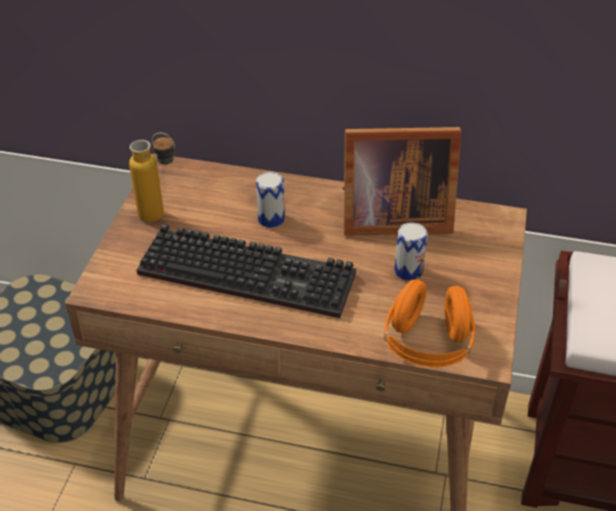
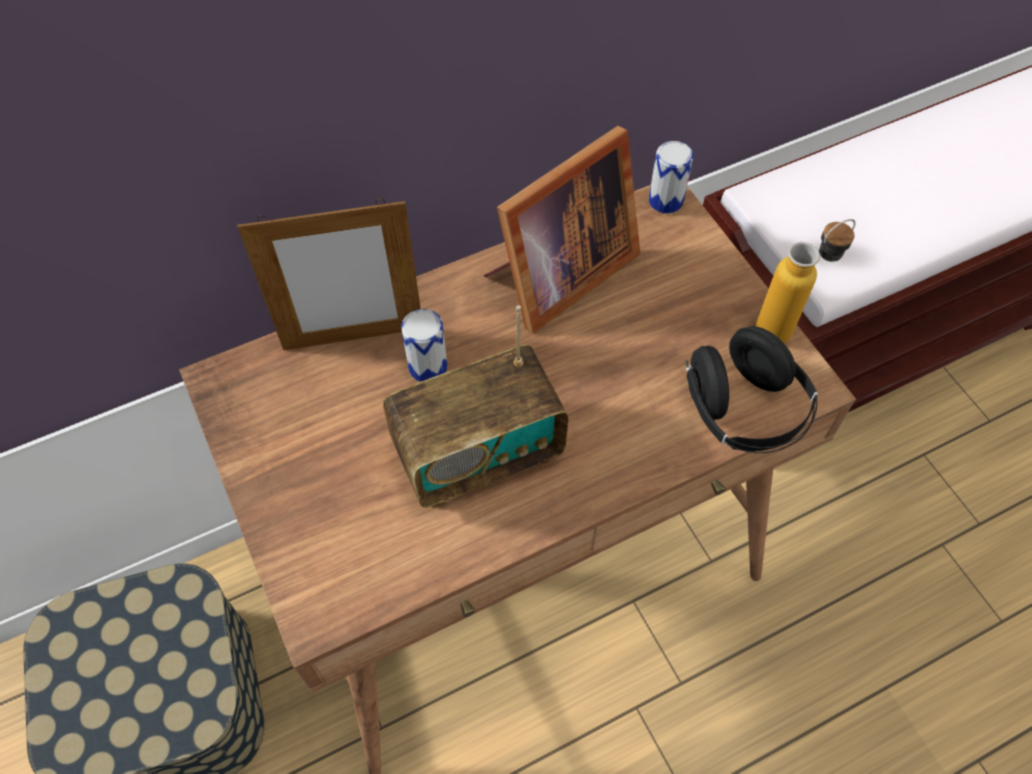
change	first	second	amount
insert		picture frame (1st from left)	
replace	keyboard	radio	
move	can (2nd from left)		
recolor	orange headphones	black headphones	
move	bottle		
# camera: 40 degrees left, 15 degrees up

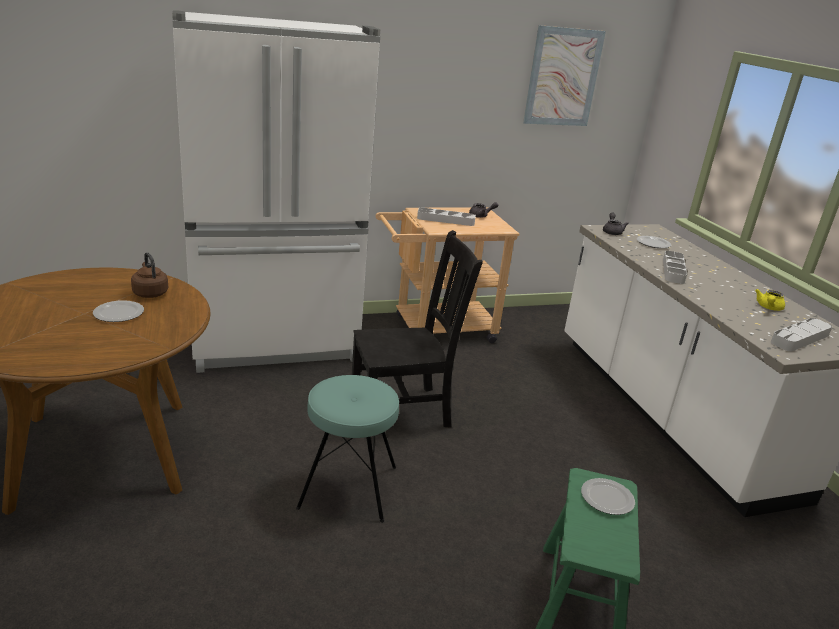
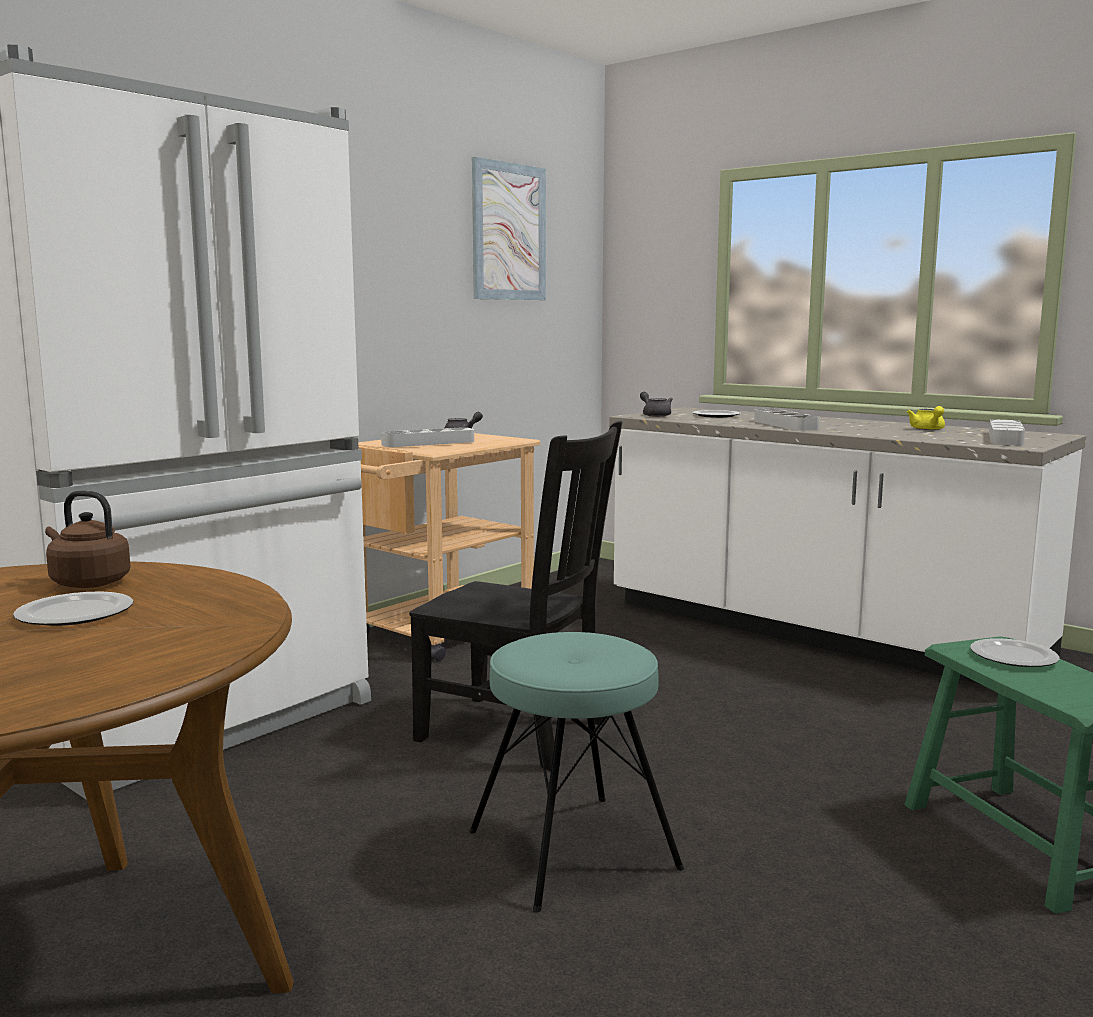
change	first	second	amount
rotate	black chair		75 degrees clockwise
# camera: 30 degrees left, 15 degrees down

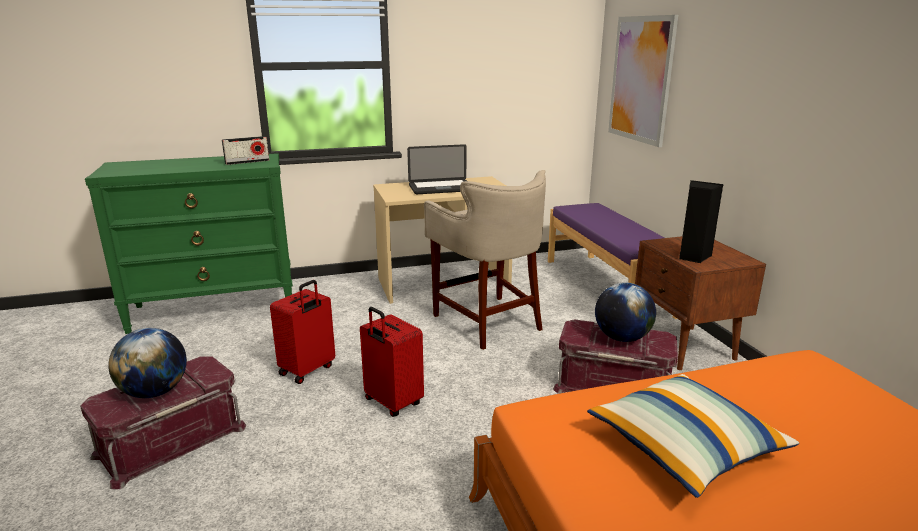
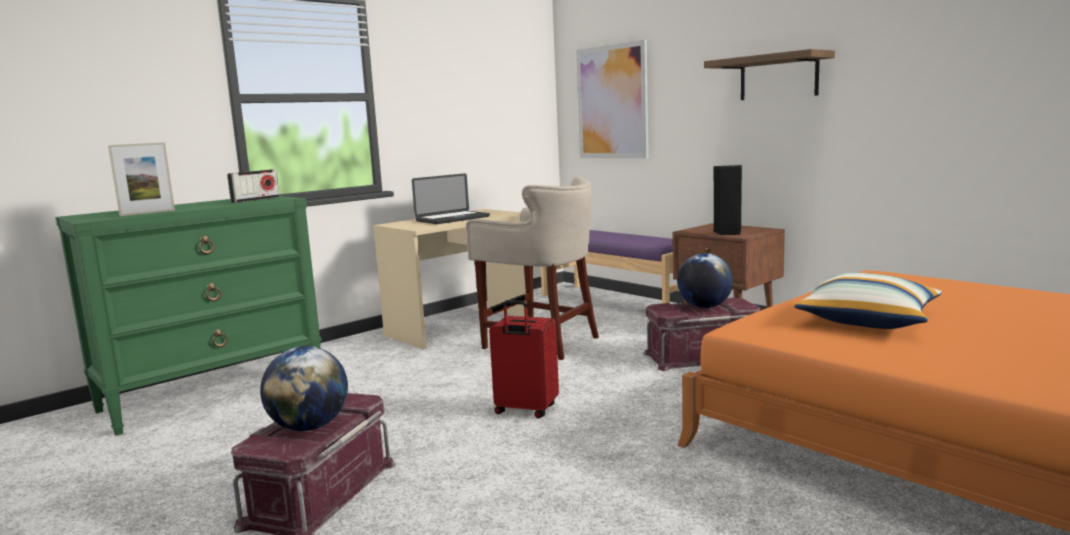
change	first	second	amount
insert		picture frame	
insert		shelf	
delete	red suitcase (1st from left)		
# camera: 25 degrees left, 10 degrees down

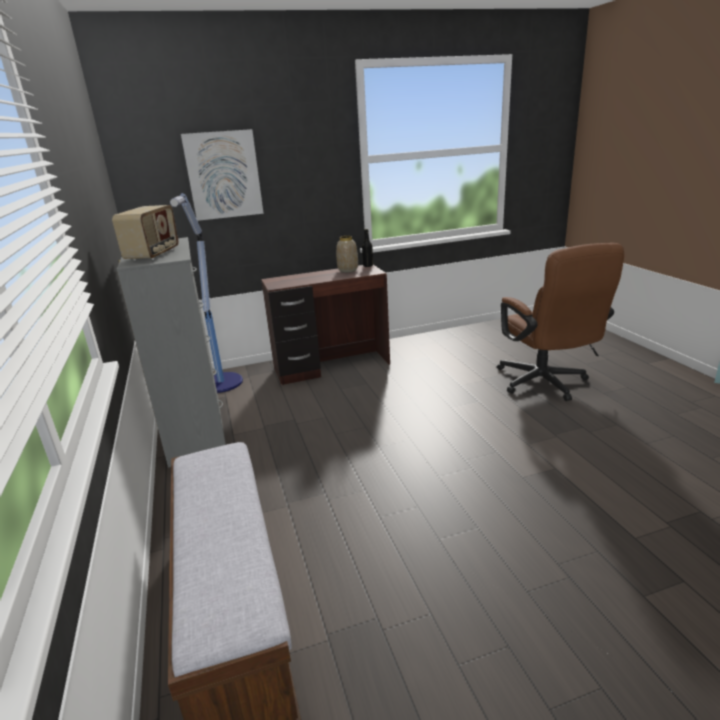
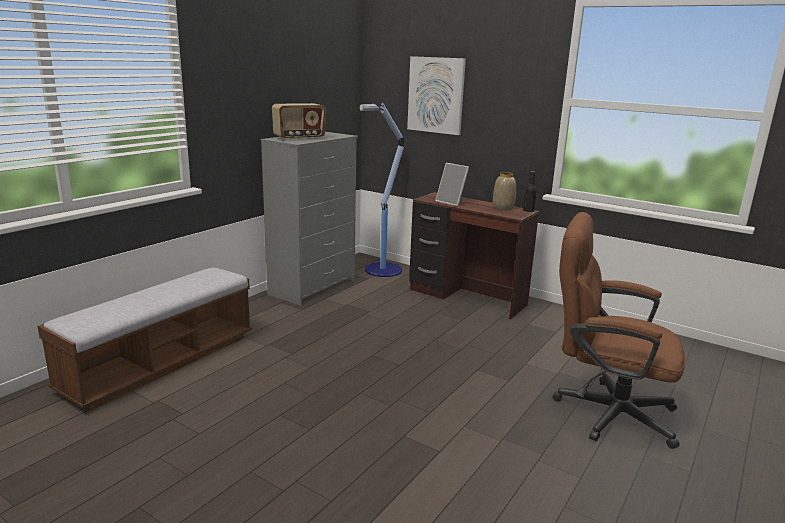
change	first	second	amount
insert		picture frame	
rotate	brown office chair		75 degrees clockwise
# camera: 50 degrees right, 5 degrees down

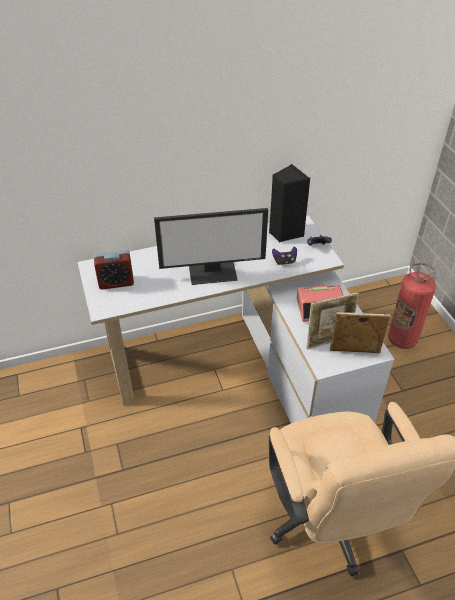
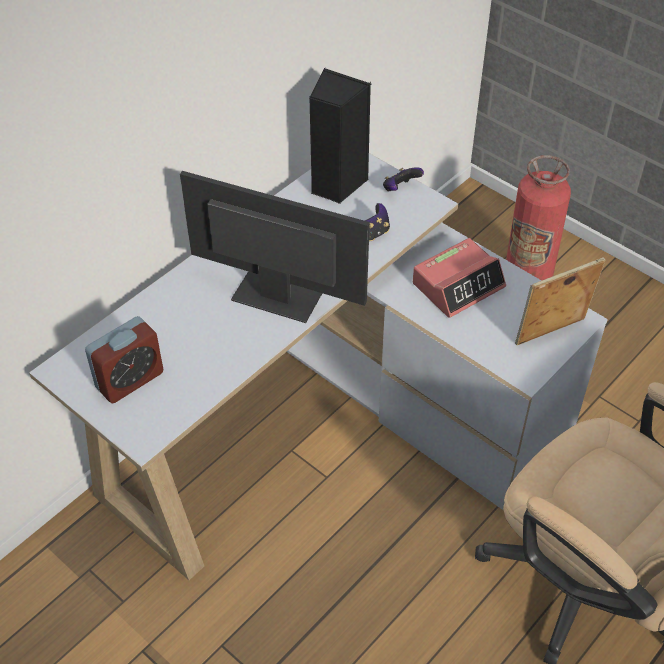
change	first	second	amount
rotate	monitor		120 degrees counterclockwise
delete	picture frame (1st from left)		
# camera: 30 degrees left, 5 degrees up

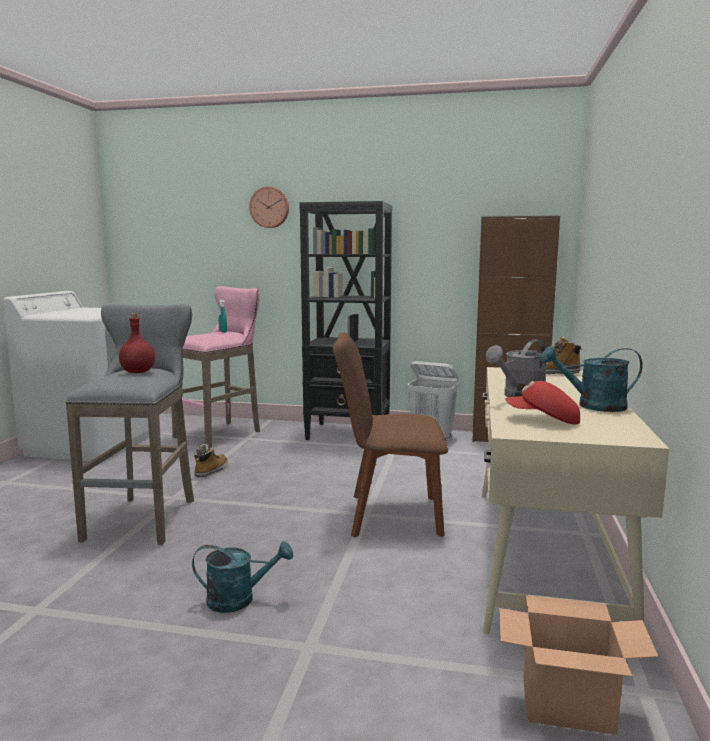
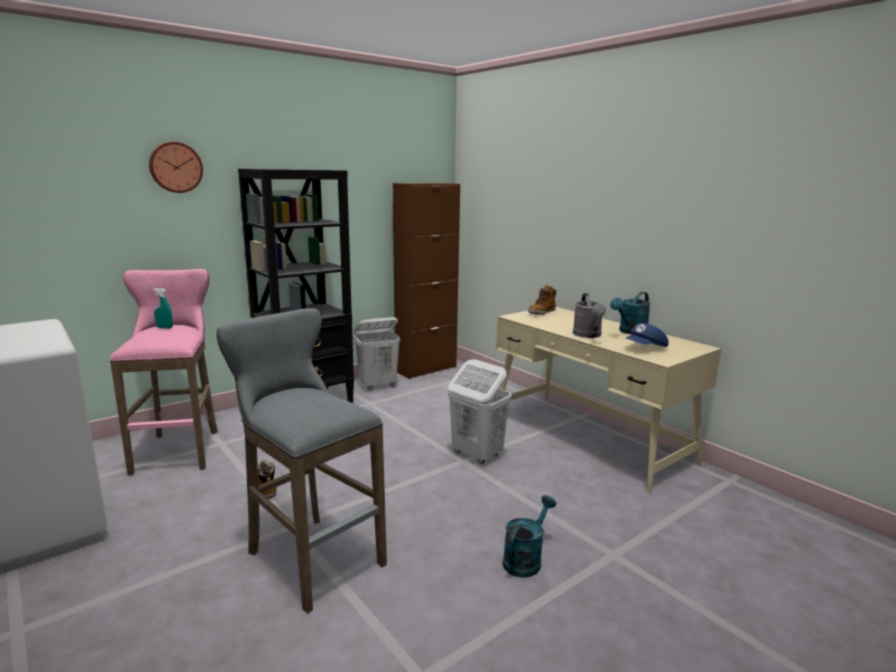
change	first	second	amount
replace	brown chair	white laundry basket (2nd from left)	
recolor	red cap	blue cap	
delete	red bottle		
delete	cardboard box		
# camera: 50 degrees left, 5 degrees up

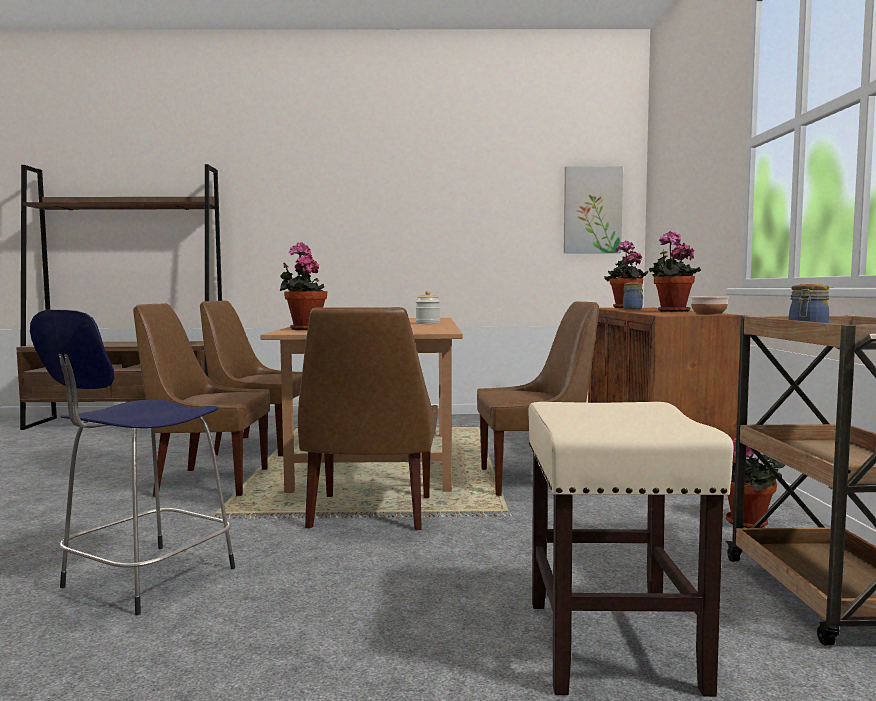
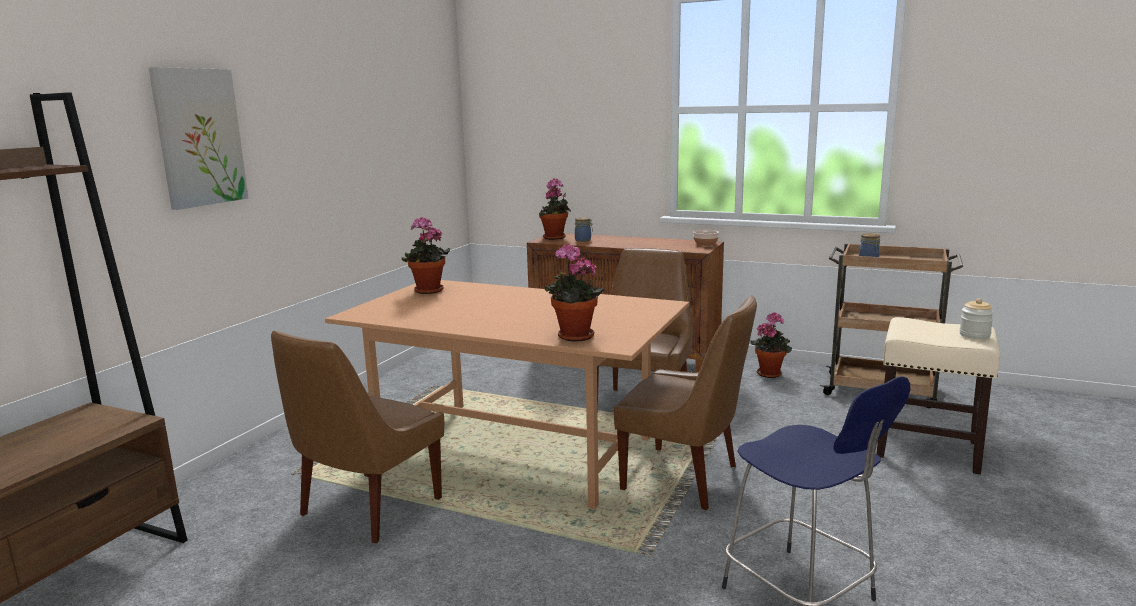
change	first	second	amount
move	picture		
move	potted plant (3rd from left in the first image)	potted plant (1st from left)	
move	jar (1st from left in the first image)	jar (3rd from left)	
delete	brown chair (1st from left)		
# camera: 65 degrees left, 10 degrees up

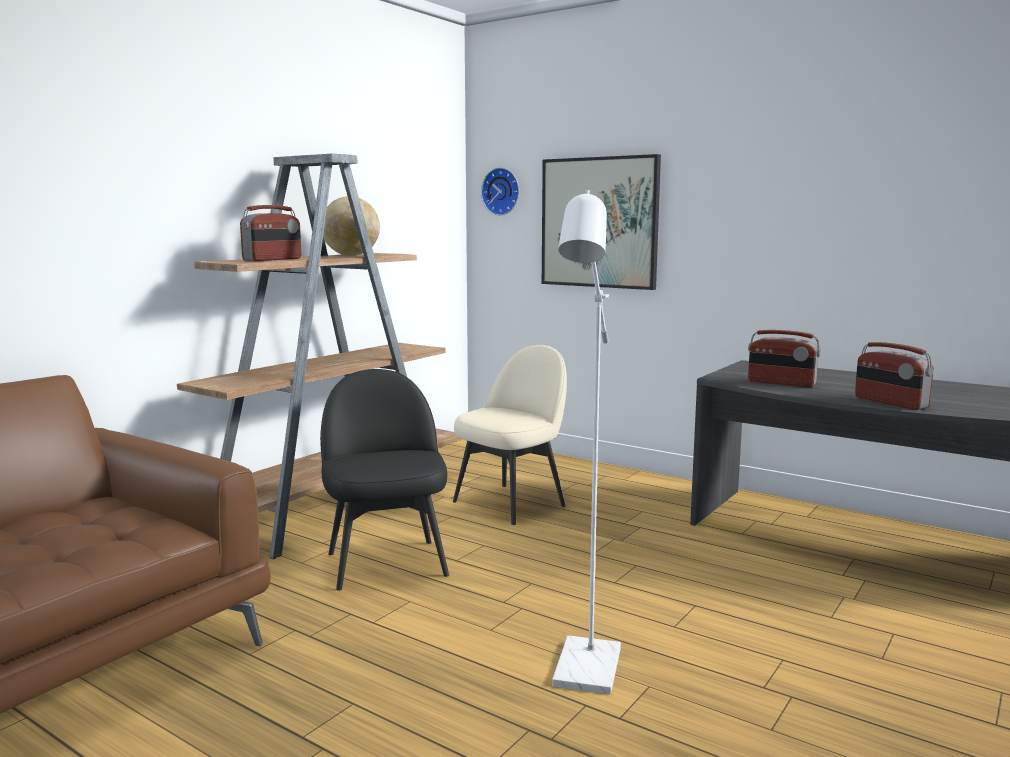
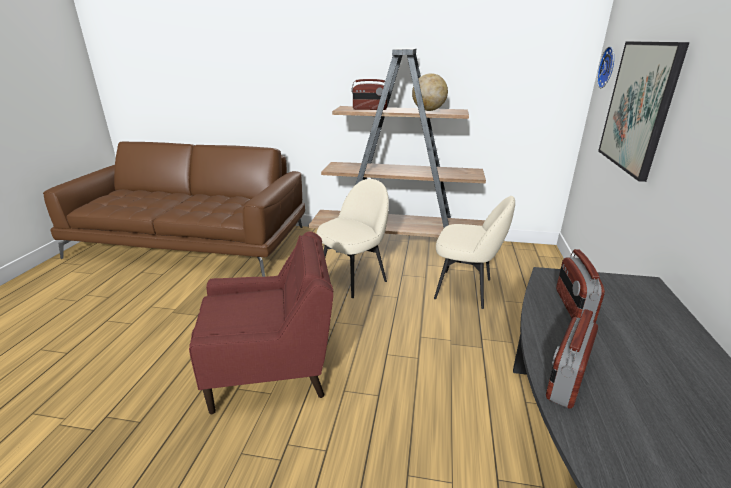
change	first	second	amount
replace	white floor lamp	red armchair	
recolor	black chair	beige chair (1st from left)	
# camera: 65 degrees right, 15 degrees up

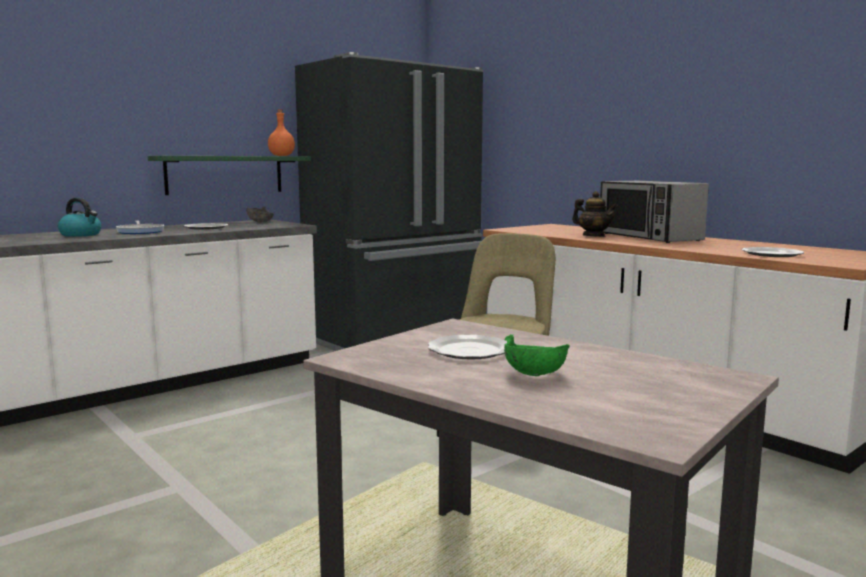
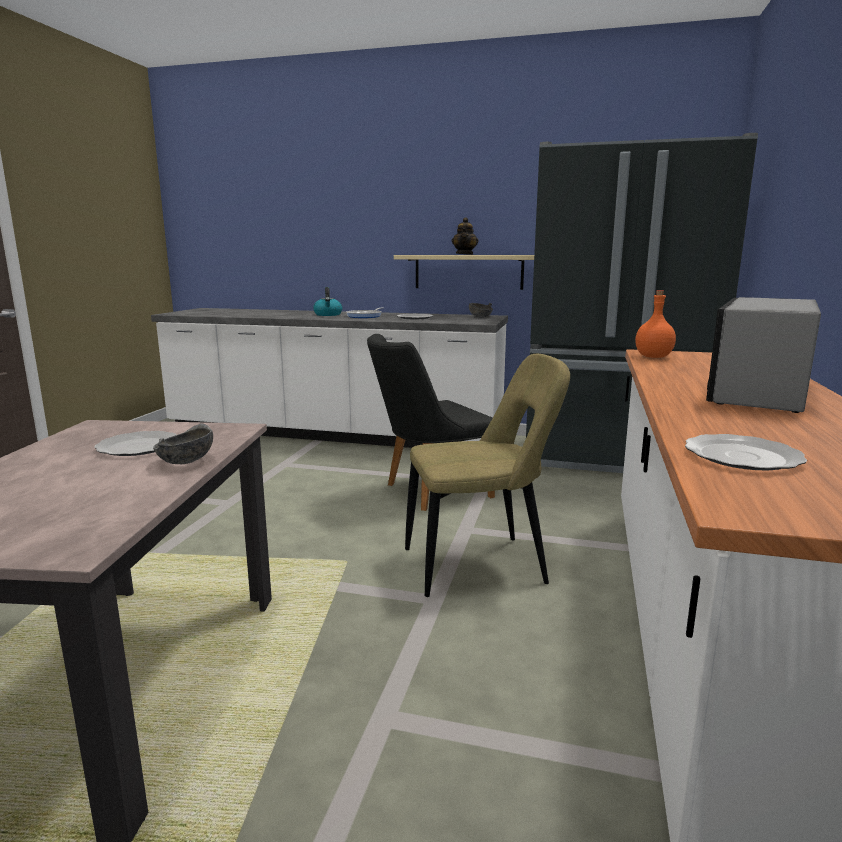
change	first	second	amount
insert		grey bowl (1st from left)	
insert		black chair	
recolor	green shelf	beige shelf	
move	teapot		
move	orange bottle		
delete	green bowl		
# camera: 55 degrees right, 5 degrees up

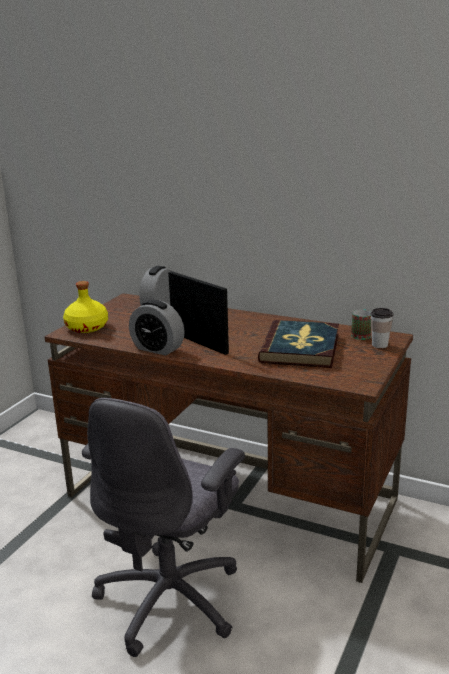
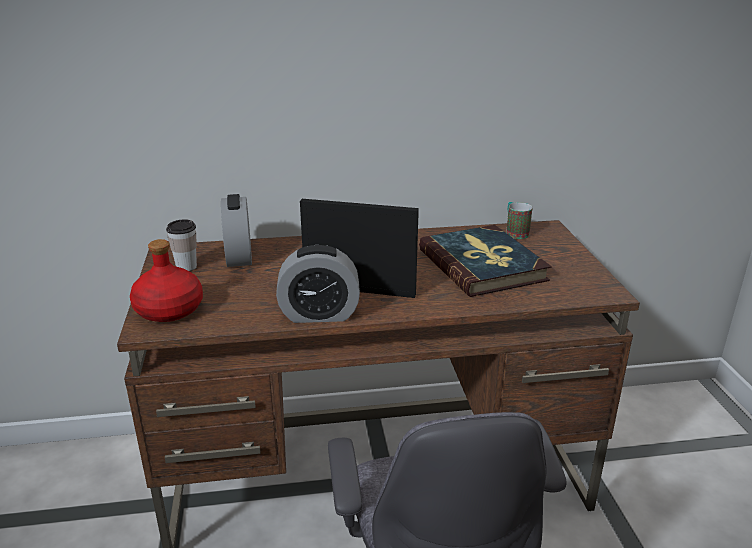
change	first	second	amount
recolor	yellow bottle	red bottle	
move	cup		
# camera: 35 degrees left, 5 degrees up

